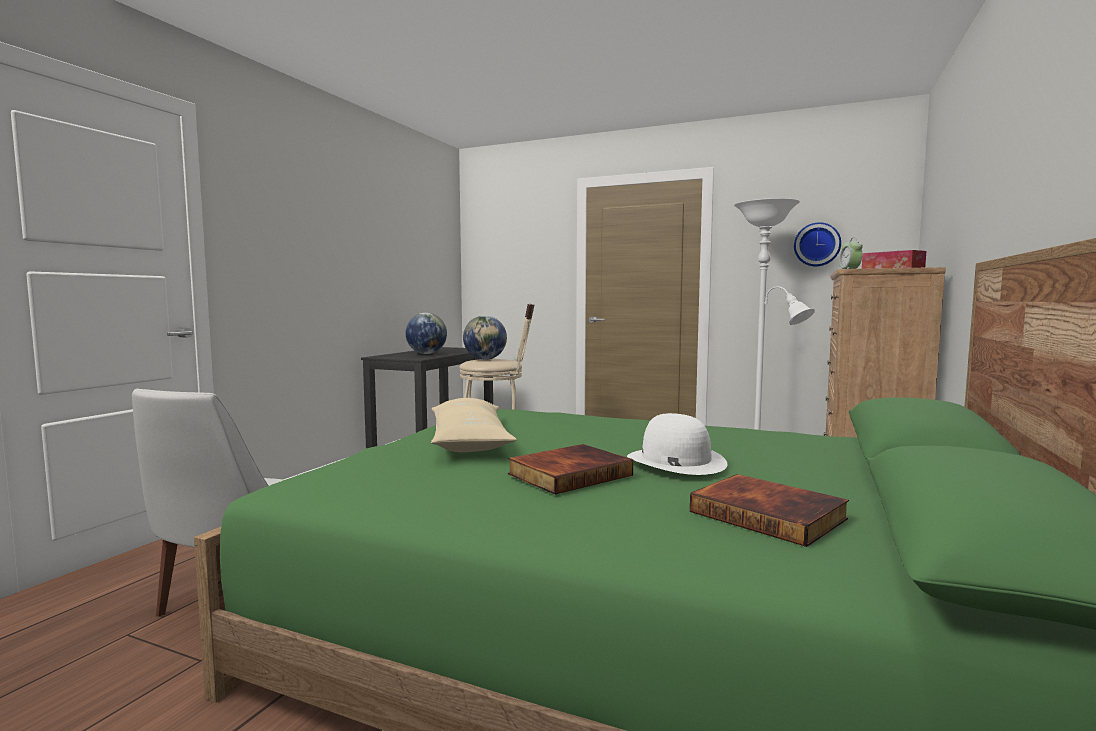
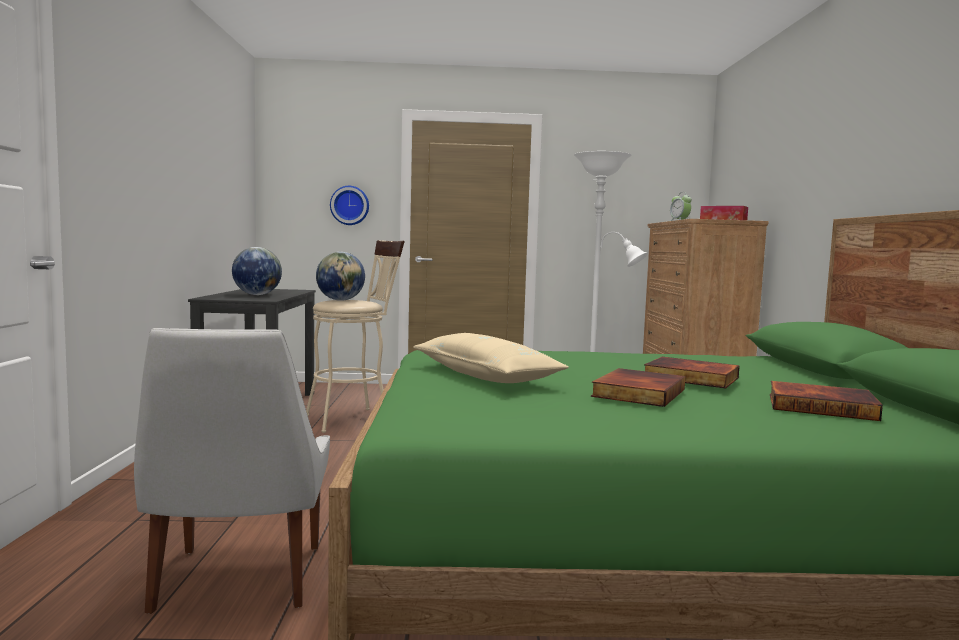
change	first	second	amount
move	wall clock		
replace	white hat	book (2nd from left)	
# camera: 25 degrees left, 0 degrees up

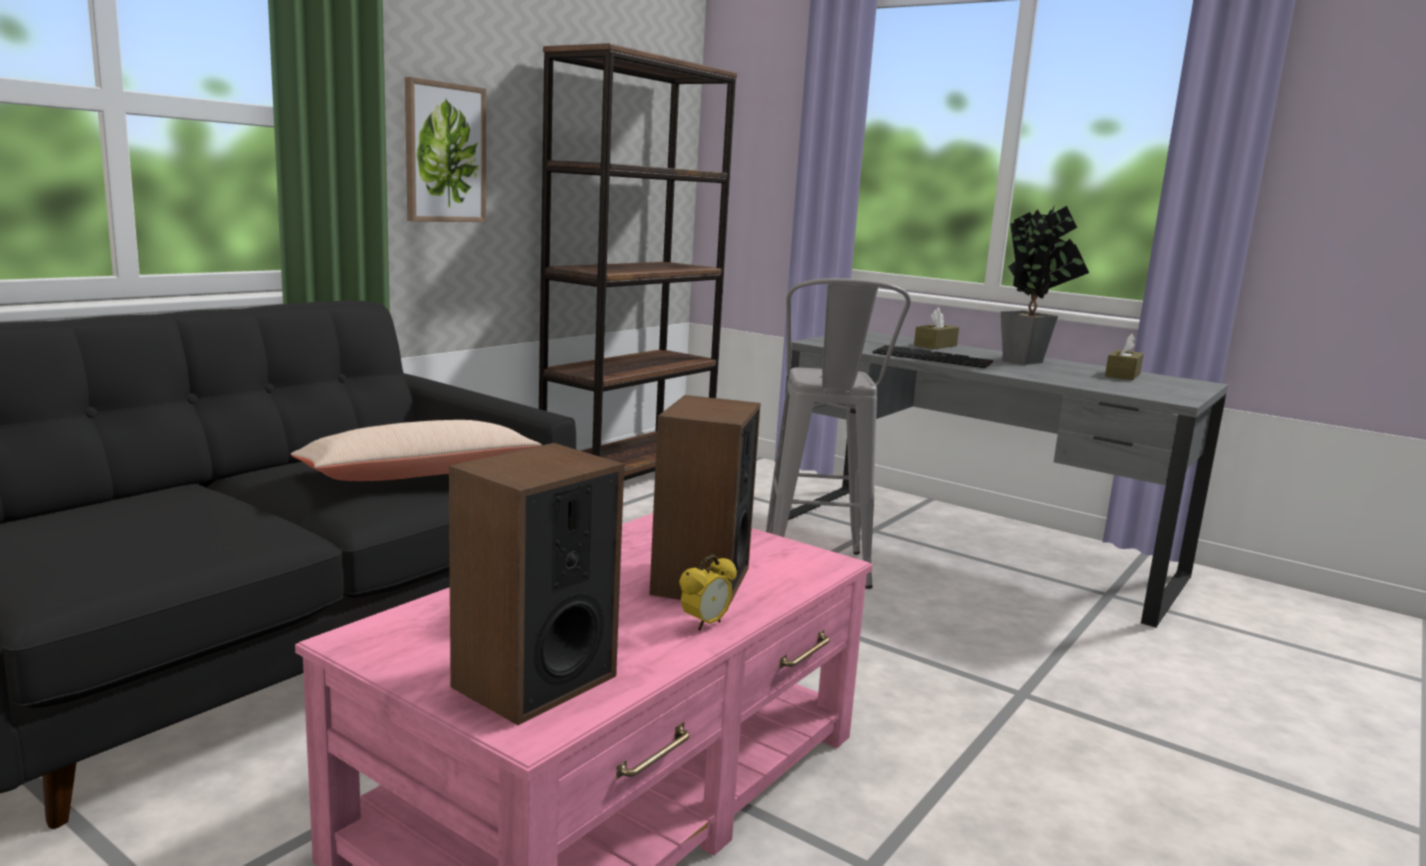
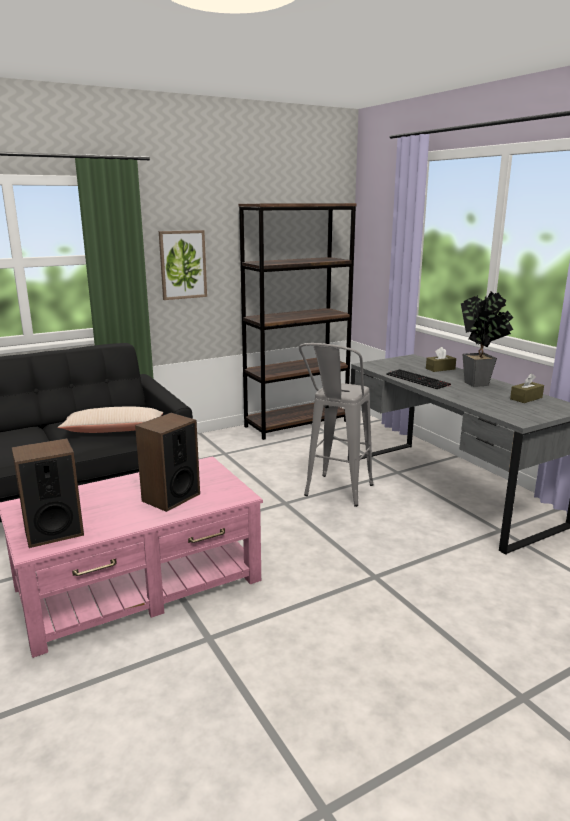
change	first	second	amount
delete	alarm clock		
# camera: 25 degrees right, 5 degrees up

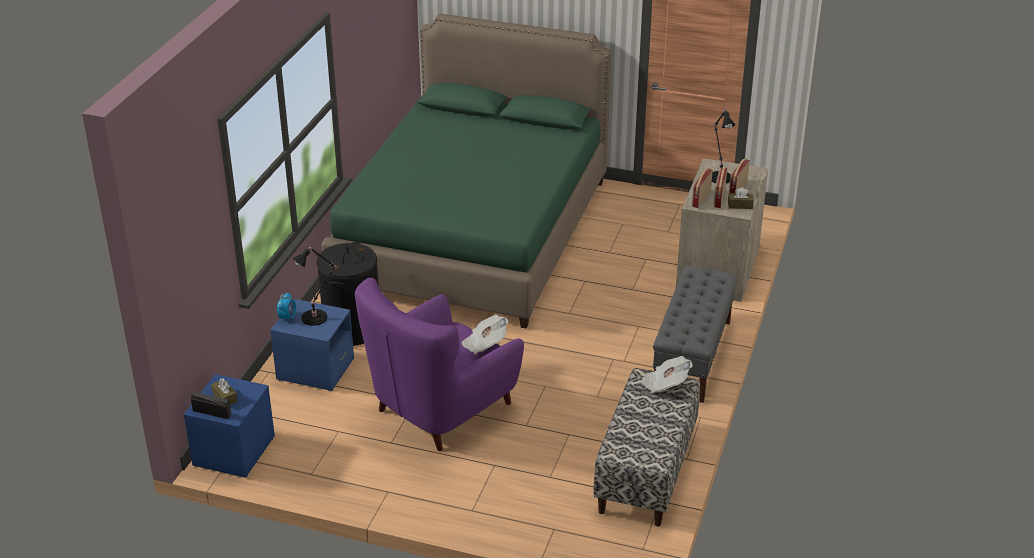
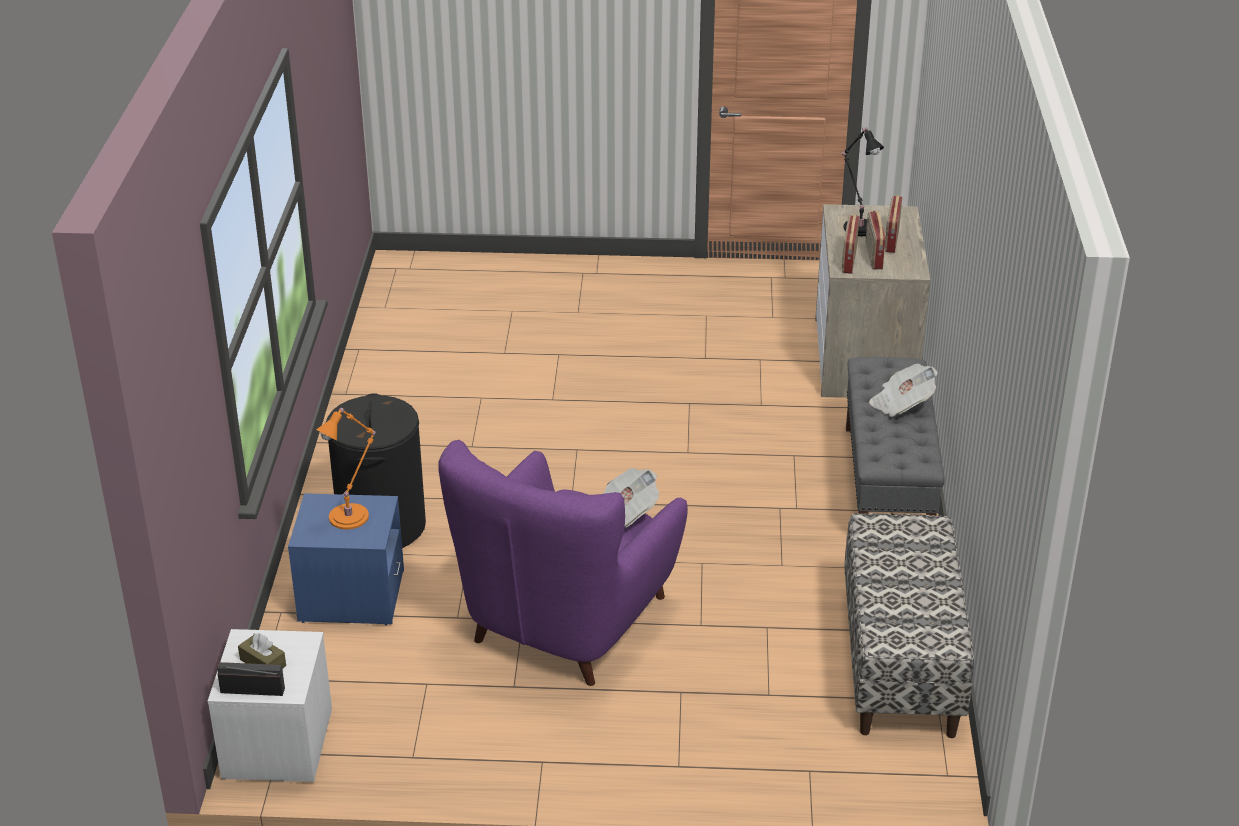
change	first	second	amount
recolor	blue nightstand (1st from left)	white nightstand	
recolor	black table lamp (1st from left)	orange table lamp	
move	newspaper (2nd from left)		
delete	alarm clock		
delete	green bed		
delete	brown tissue box (2nd from left)		
# camera: 15 degrees left, 0 degrees up

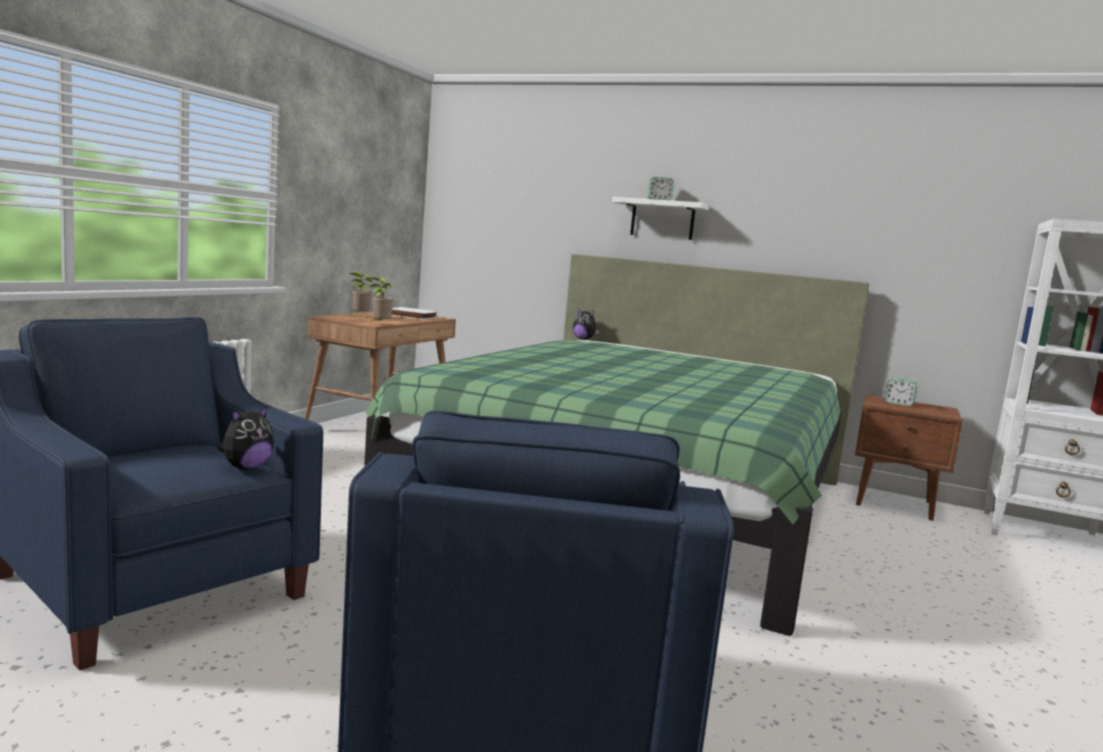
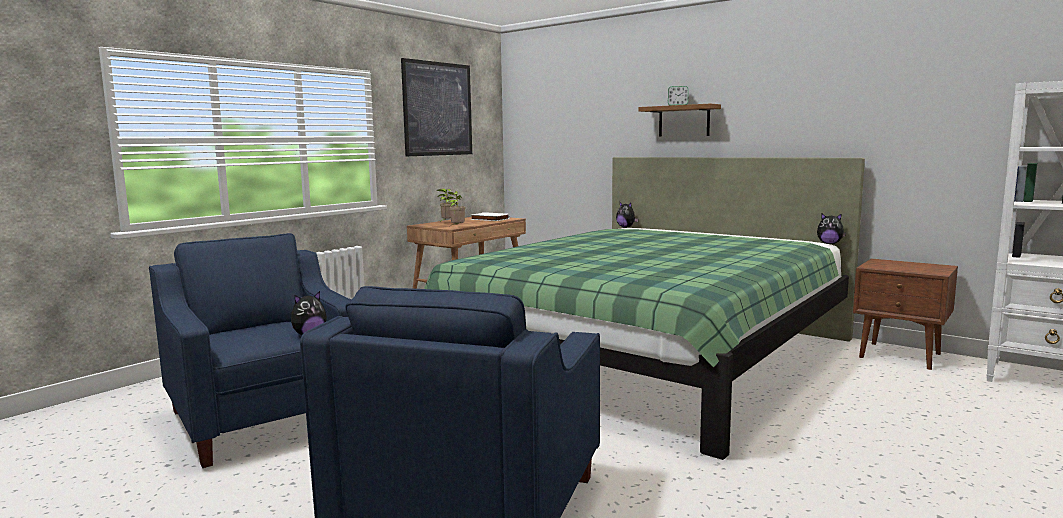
change	first	second	amount
insert		picture	
recolor	white shelf	brown shelf	
insert		plush toy (3rd from left)	
delete	alarm clock (2nd from left)		
# camera: 15 degrees right, 0 degrees up

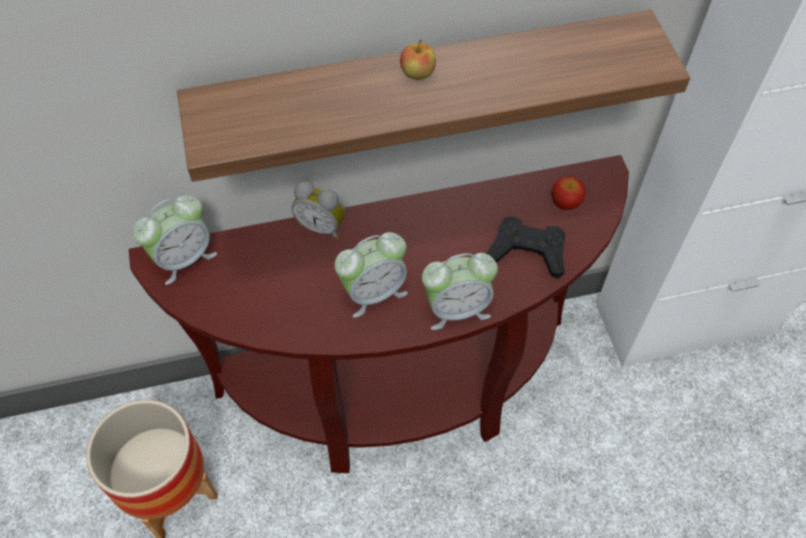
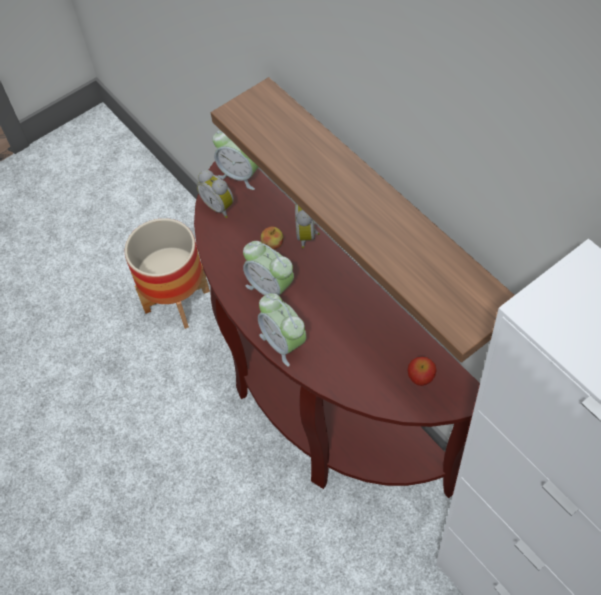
change	first	second	amount
insert		alarm clock (1st from left)	
move	apple (1st from left)		
delete	black game controller		
# camera: 70 degrees right, 0 degrees up

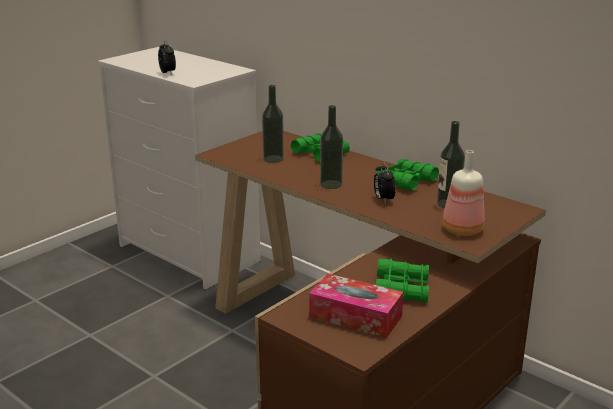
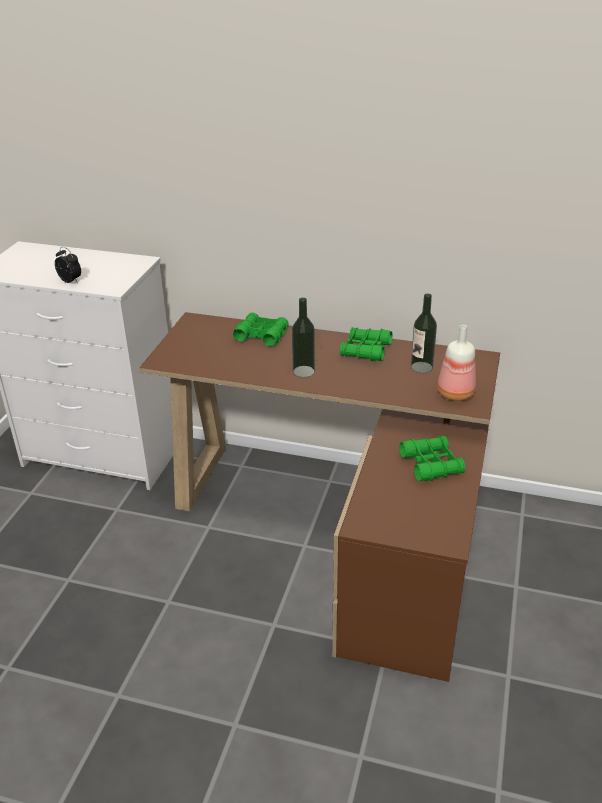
change	first	second	amount
delete	bottle (1st from left)		
delete	tissue box		
delete	alarm clock (2nd from left)		
# camera: 25 degrees left, 10 degrees up

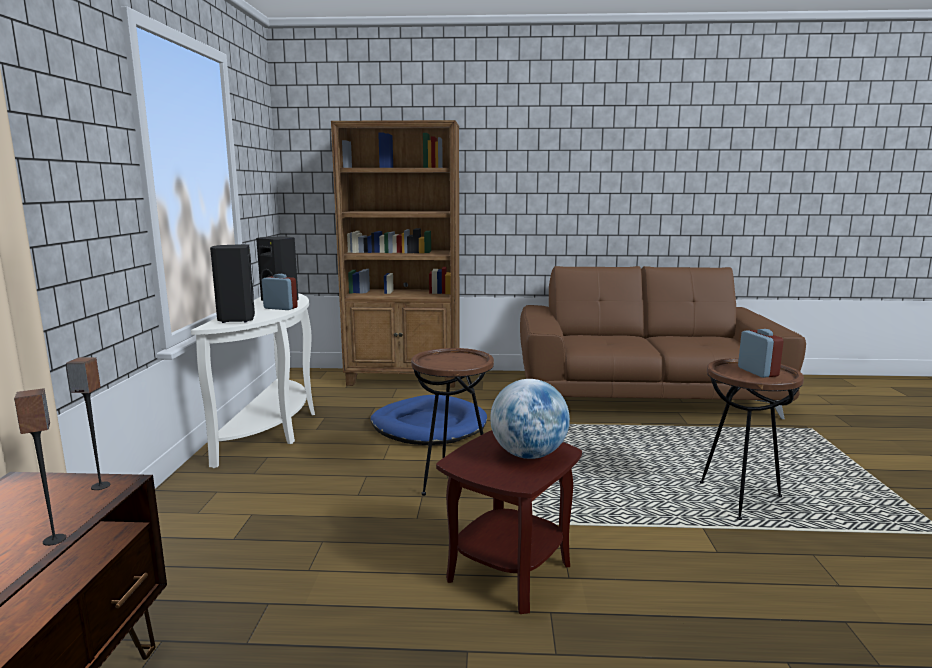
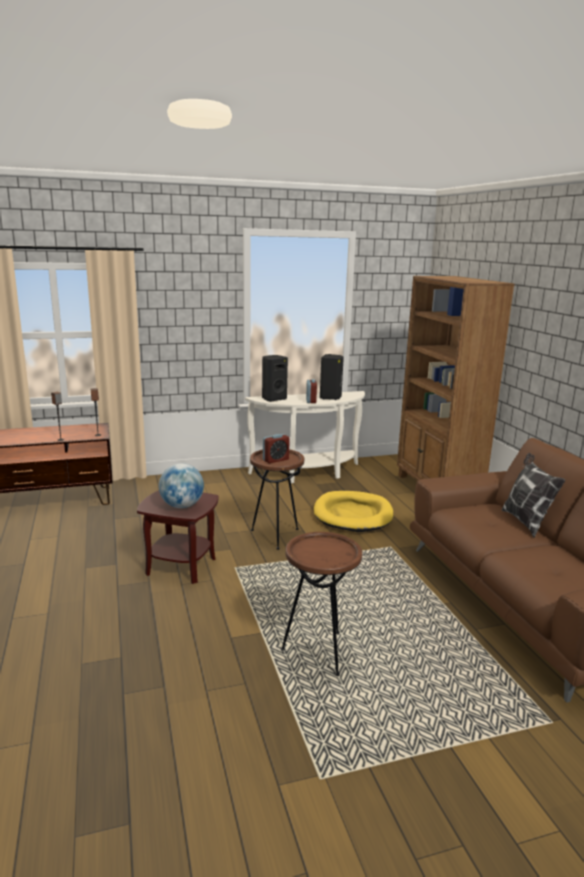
change	first	second	amount
move	alarm clock (2nd from left in the first image)	alarm clock (1st from left)	
recolor	blue dog bed	yellow dog bed	
insert		pillow	
# camera: 70 degrees right, 5 degrees up

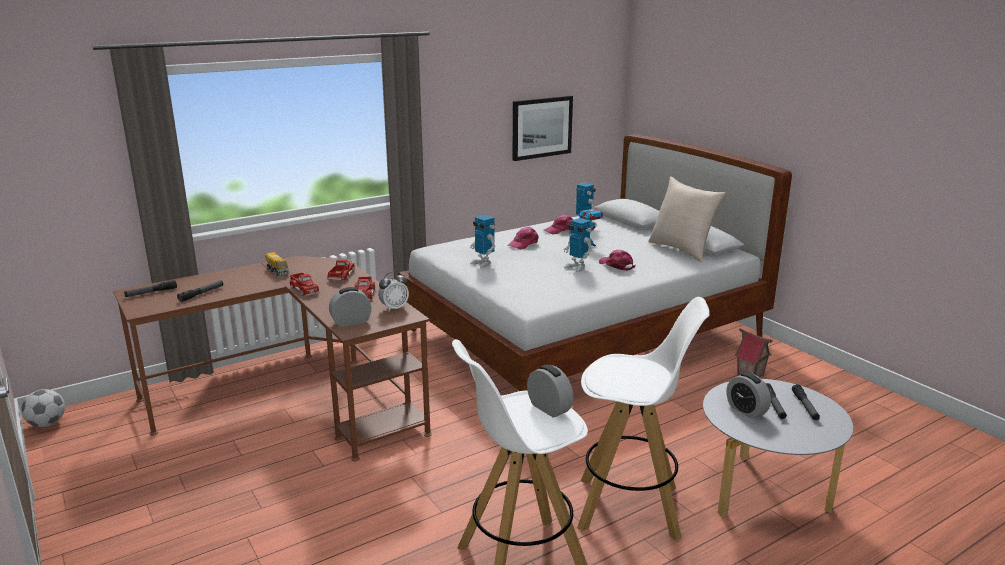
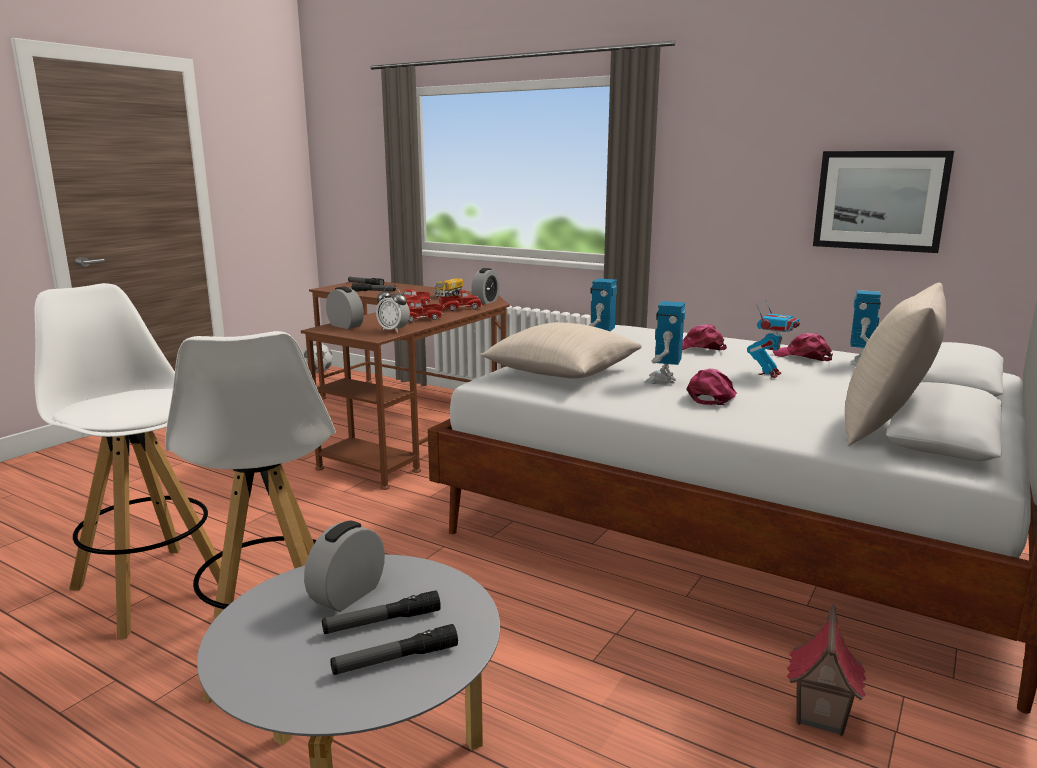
change	first	second	amount
move	alarm clock (3rd from left in the first image)	alarm clock (4th from left)	
insert		beige pillow (1st from left)	
# camera: 65 degrees right, 5 degrees down

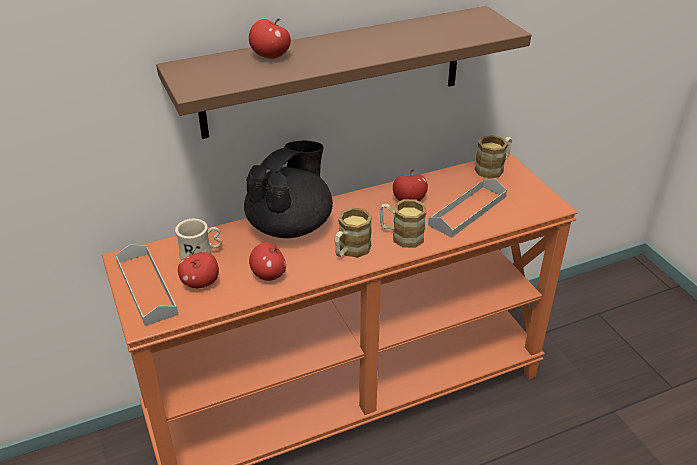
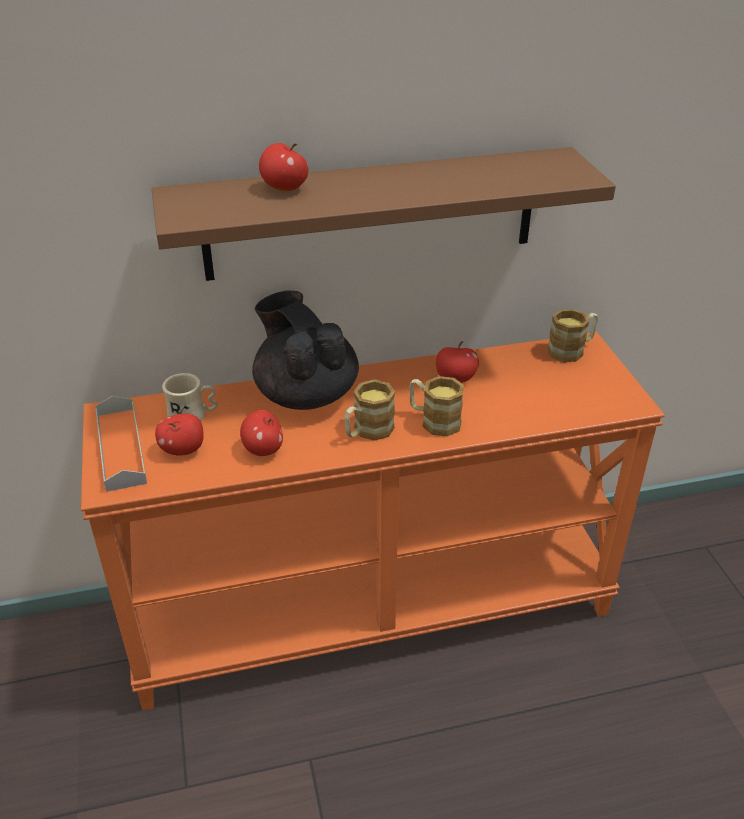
change	first	second	amount
rotate	black teapot		75 degrees counterclockwise
delete	grey tray (2nd from left)		
# camera: 10 degrees right, 0 degrees up

